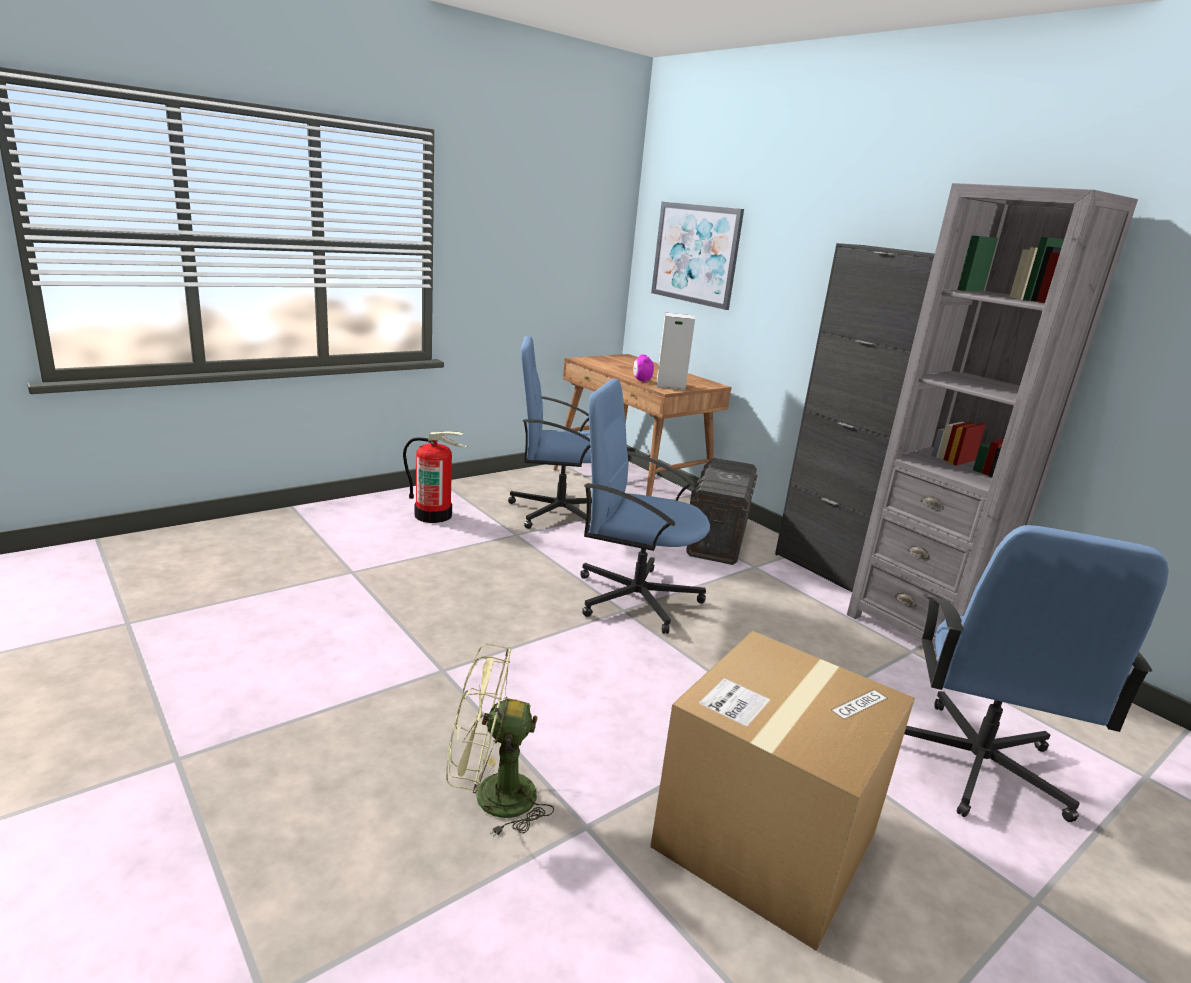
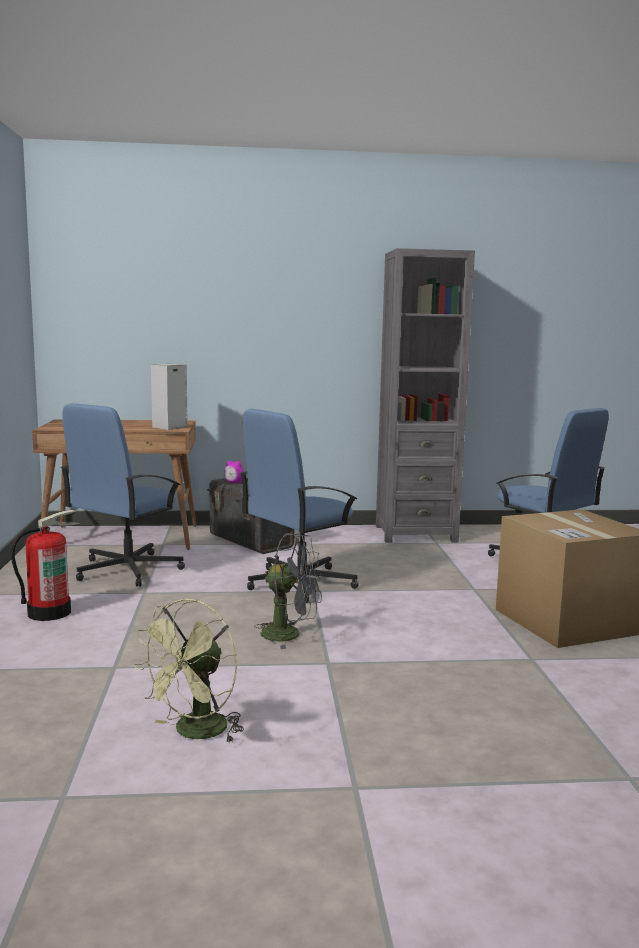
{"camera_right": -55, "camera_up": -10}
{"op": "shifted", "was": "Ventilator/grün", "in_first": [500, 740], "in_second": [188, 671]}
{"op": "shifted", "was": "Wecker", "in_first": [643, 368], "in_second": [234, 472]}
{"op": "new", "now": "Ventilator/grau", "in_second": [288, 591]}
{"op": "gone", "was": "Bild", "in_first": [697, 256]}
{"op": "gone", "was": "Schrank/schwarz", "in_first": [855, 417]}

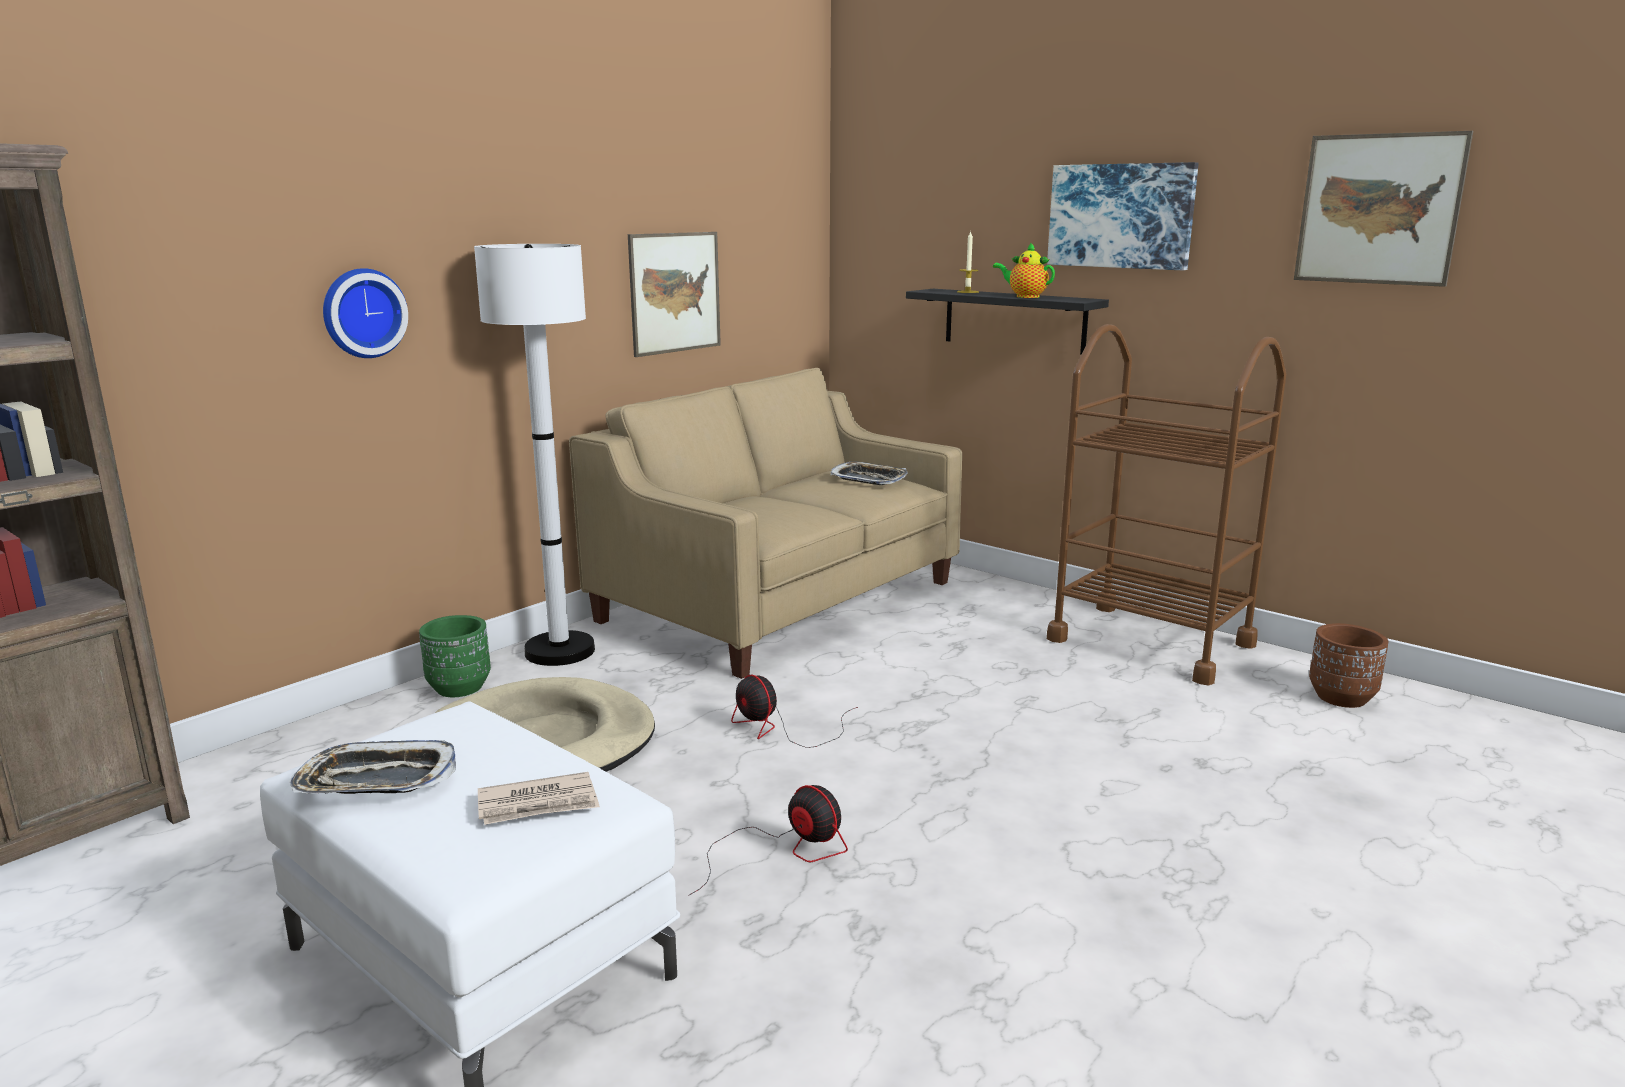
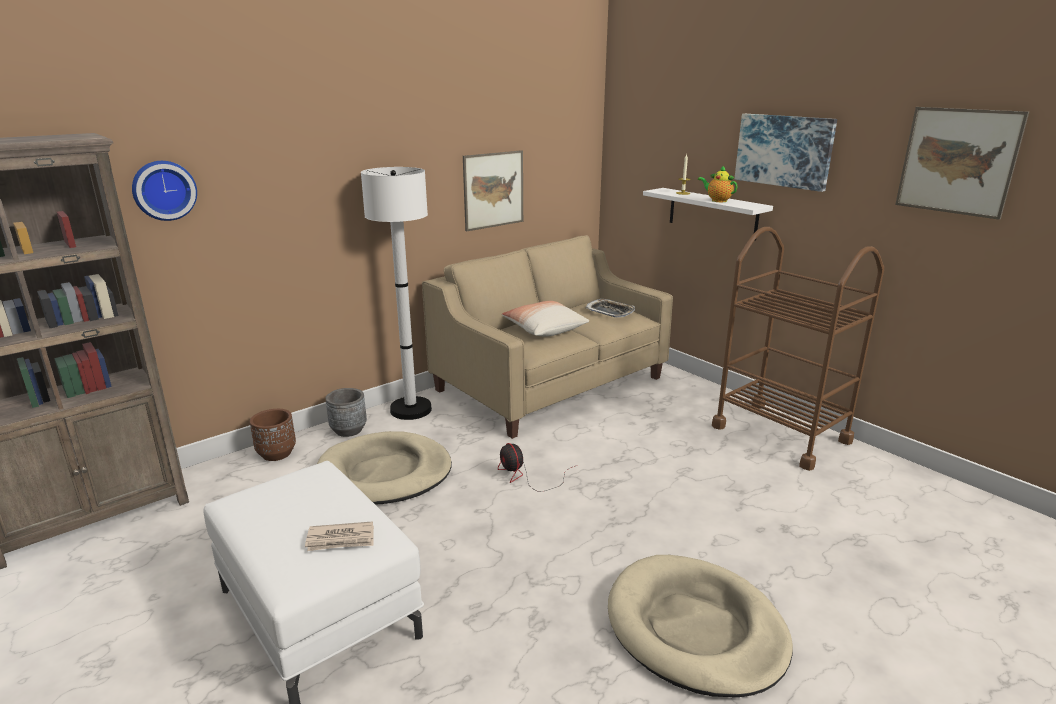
{"camera_right": 10, "camera_up": 5}
{"op": "shifted", "was": "Wanduhr", "in_first": [365, 313], "in_second": [164, 191]}
{"op": "shifted", "was": "Pflanzkübel/braun", "in_first": [1348, 665], "in_second": [273, 435]}
{"op": "repainted", "was": "Pflanzkübel/grün", "now": "Pflanzkübel/grau", "in_first": [455, 656], "in_second": [346, 412]}
{"op": "new", "now": "Kissen", "in_second": [545, 319]}
{"op": "new", "now": "Hundebett/beige", "in_second": [700, 626]}
{"op": "repainted", "was": "Wandregal/schwarz", "now": "Wandregal/weiß", "in_first": [1007, 321], "in_second": [708, 214]}
{"op": "gone", "was": "Tablett", "in_first": [372, 767]}
{"op": "gone", "was": "Ventilator", "in_first": [768, 840]}

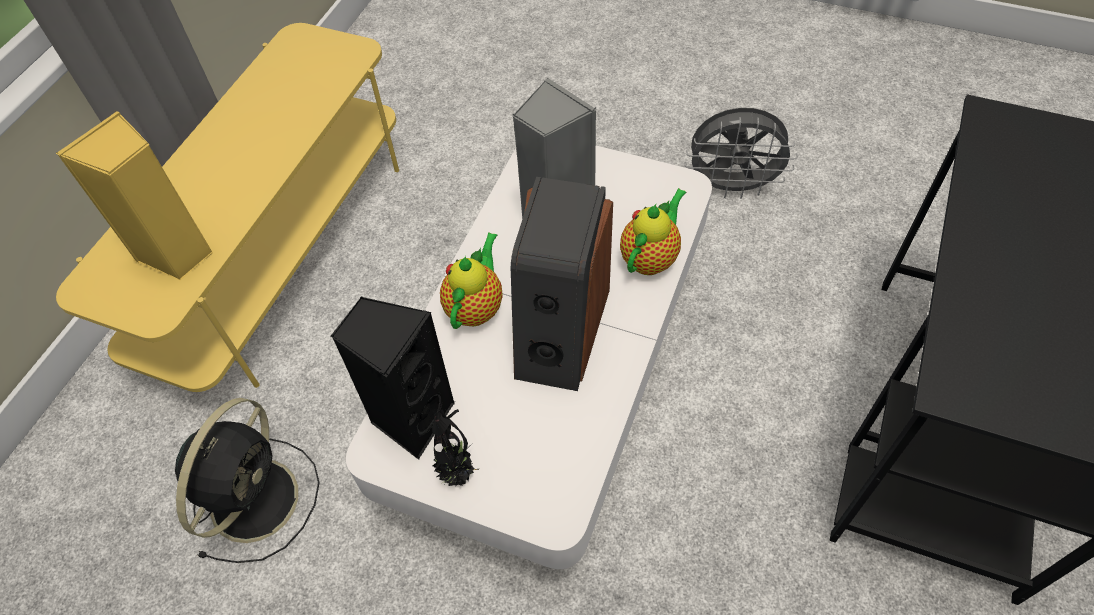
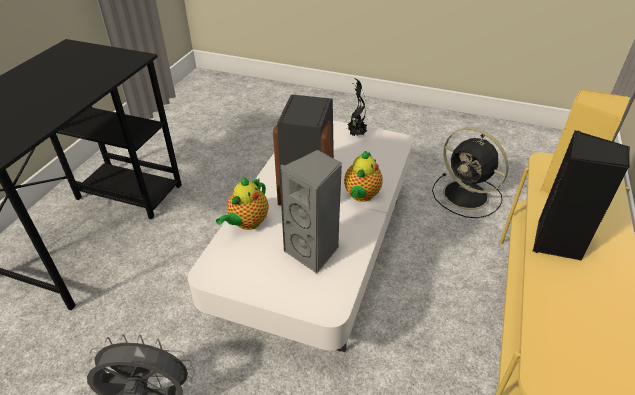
{"camera_right": 175, "camera_up": -15}
{"op": "rotated", "was": "Ventilator/schwarz", "in_first": [247, 480], "in_second": [470, 172], "clockwise": -60}
{"op": "shifted", "was": "Lautsprecher/schwarz", "in_first": [393, 378], "in_second": [581, 195]}

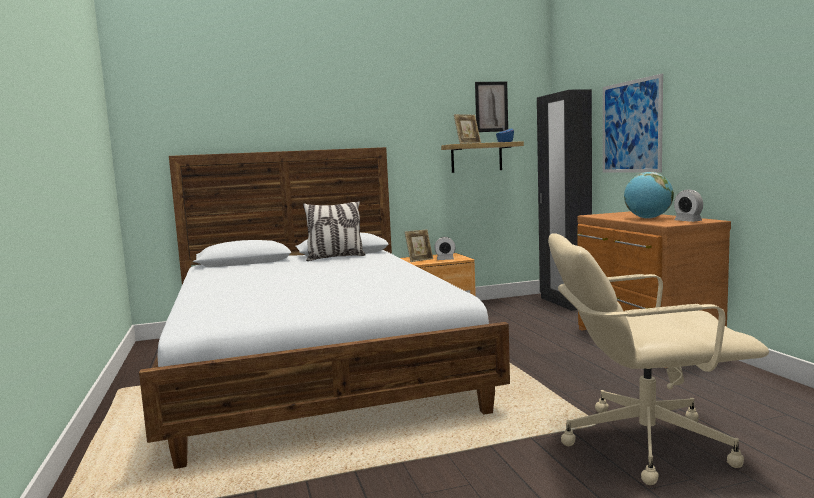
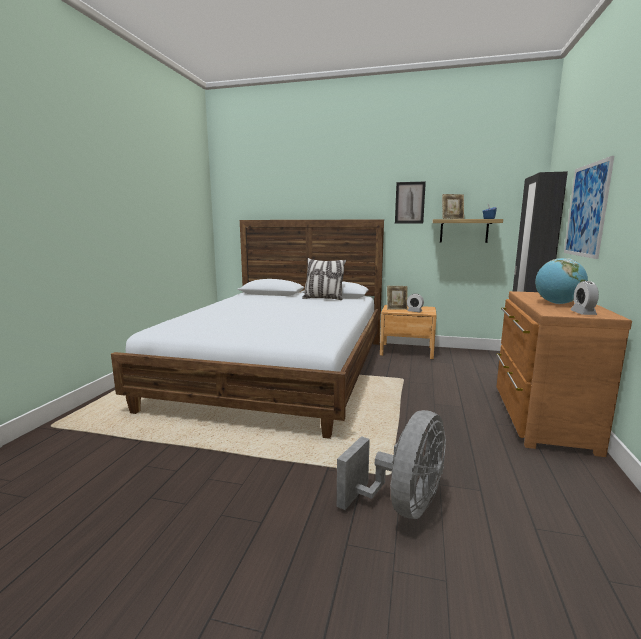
{"camera_right": 30, "camera_up": 5}
{"op": "swapped", "was": "Bürostuhl/beige", "now": "Ventilator/grau", "in_first": [658, 359], "in_second": [391, 464]}
{"op": "shifted", "was": "Bild", "in_first": [491, 107], "in_second": [410, 202]}

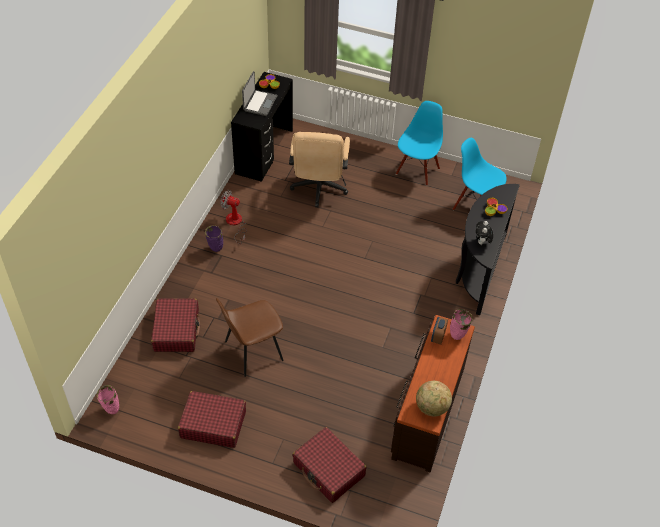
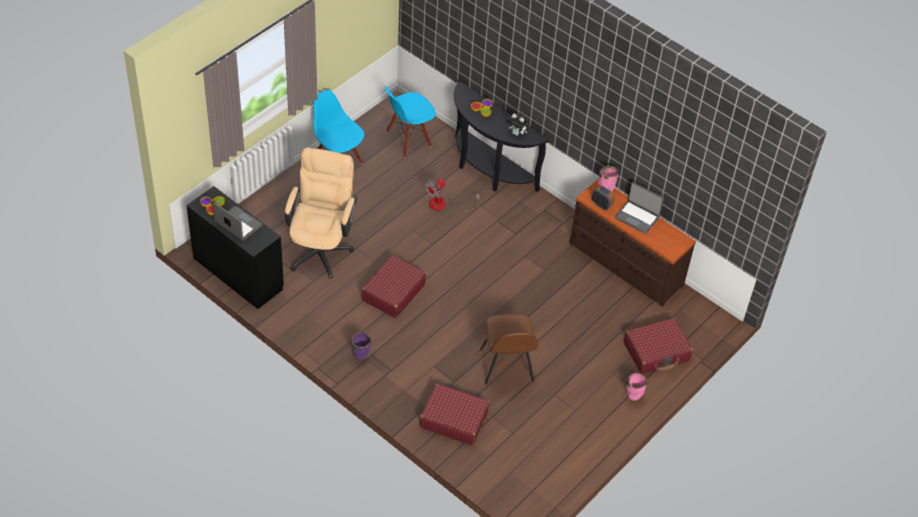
{"camera_right": -70, "camera_up": 0}
{"op": "rotated", "was": "Bürostuhl/beige", "in_first": [319, 169], "in_second": [321, 213], "clockwise": -105}
{"op": "shifted", "was": "Koffer/rot", "in_first": [212, 419], "in_second": [394, 286]}
{"op": "shifted", "was": "Ventilator", "in_first": [233, 217], "in_second": [452, 195]}
{"op": "new", "now": "Laptop", "in_second": [639, 208]}
{"op": "shifted", "was": "Vase/rosa", "in_first": [108, 399], "in_second": [637, 387]}
{"op": "gone", "was": "Globus", "in_first": [434, 398]}

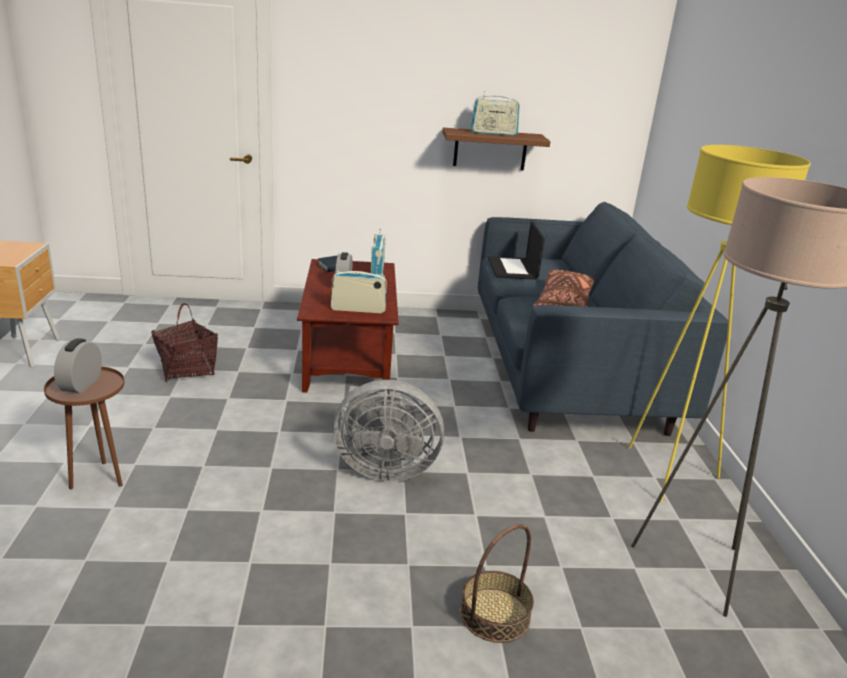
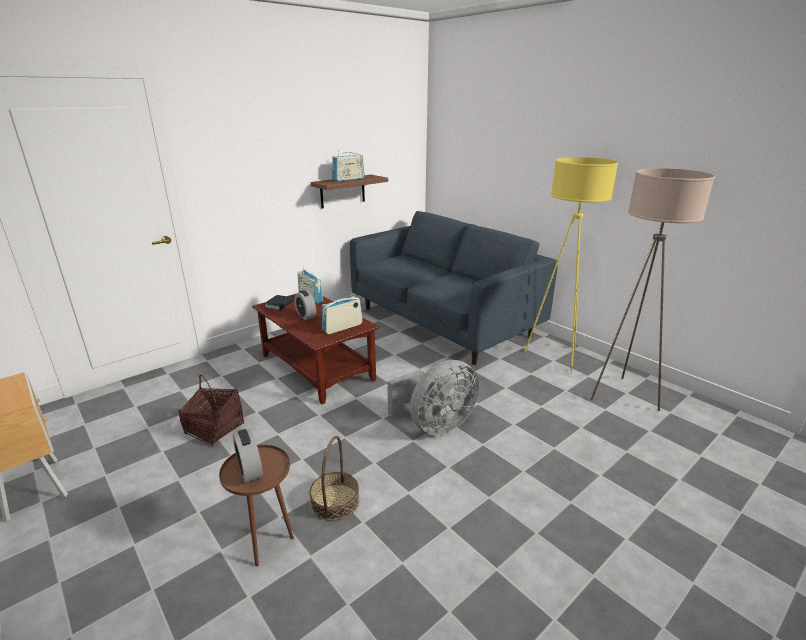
{"camera_right": -35, "camera_up": 0}
{"op": "shifted", "was": "Korb", "in_first": [497, 583], "in_second": [334, 478]}
{"op": "gone", "was": "Laptop", "in_first": [516, 250]}
{"op": "gone", "was": "Kissen/braun", "in_first": [563, 288]}

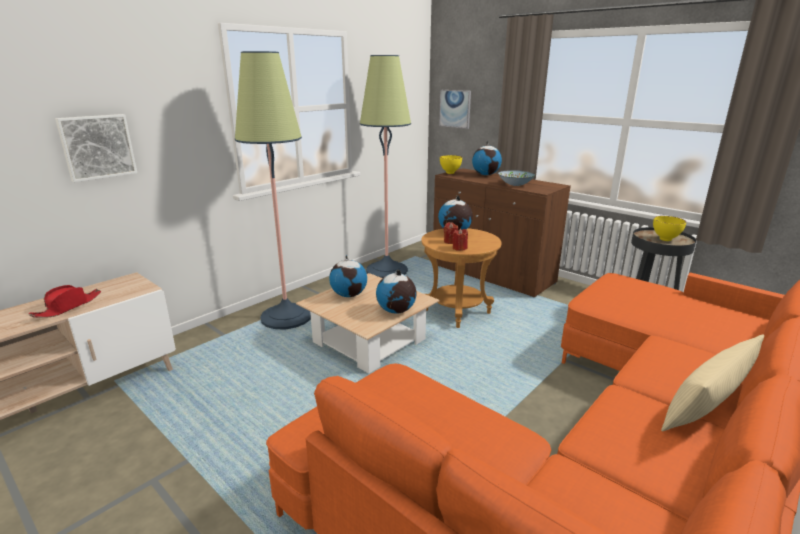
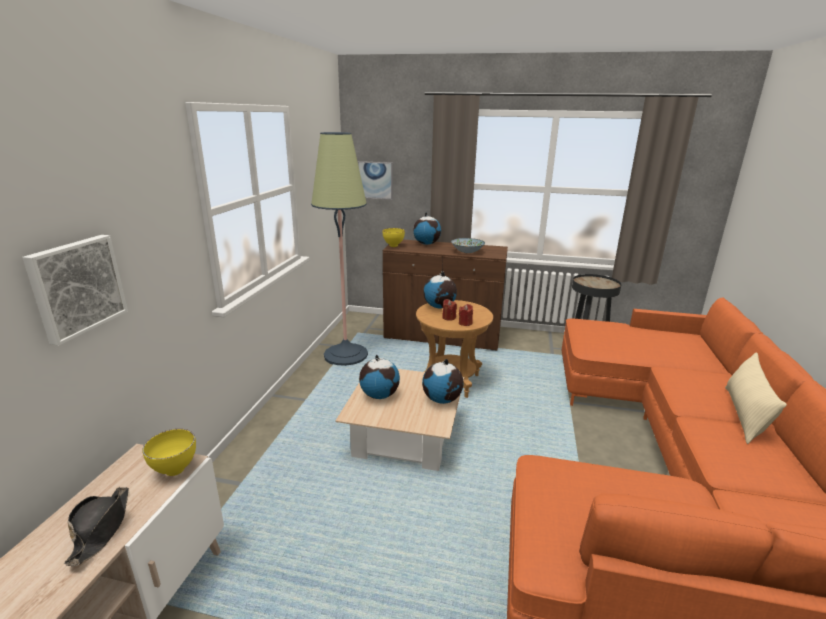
{"camera_right": -30, "camera_up": 0}
{"op": "repainted", "was": "Hut/rot", "now": "Hut/schwarz", "in_first": [64, 301], "in_second": [96, 526]}
{"op": "shifted", "was": "Schüssel/gelb", "in_first": [669, 228], "in_second": [169, 452]}
{"op": "gone", "was": "Stehlampe", "in_first": [273, 190]}

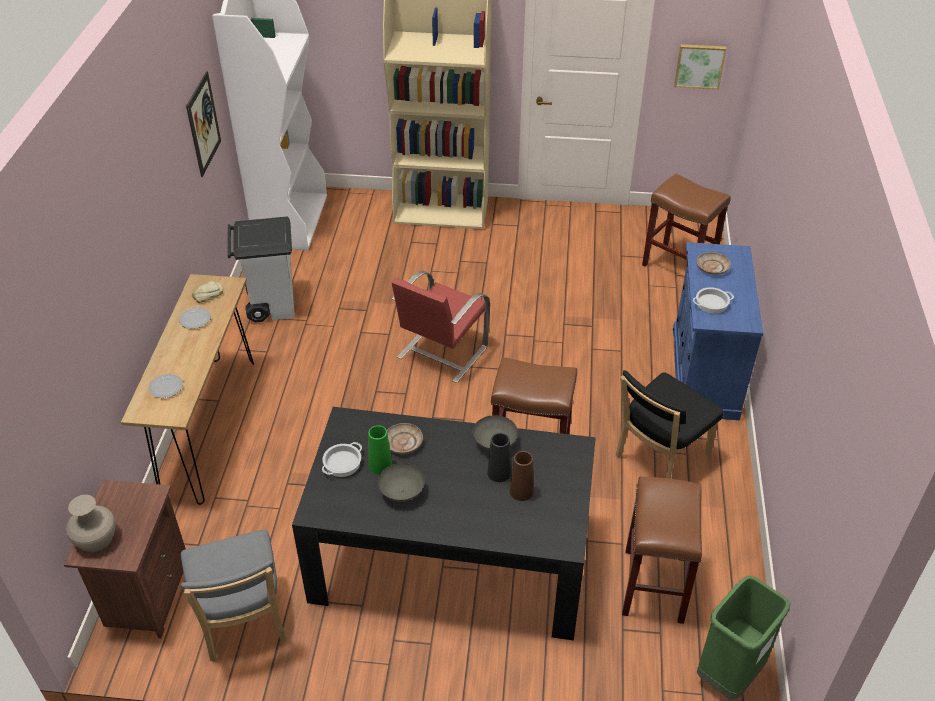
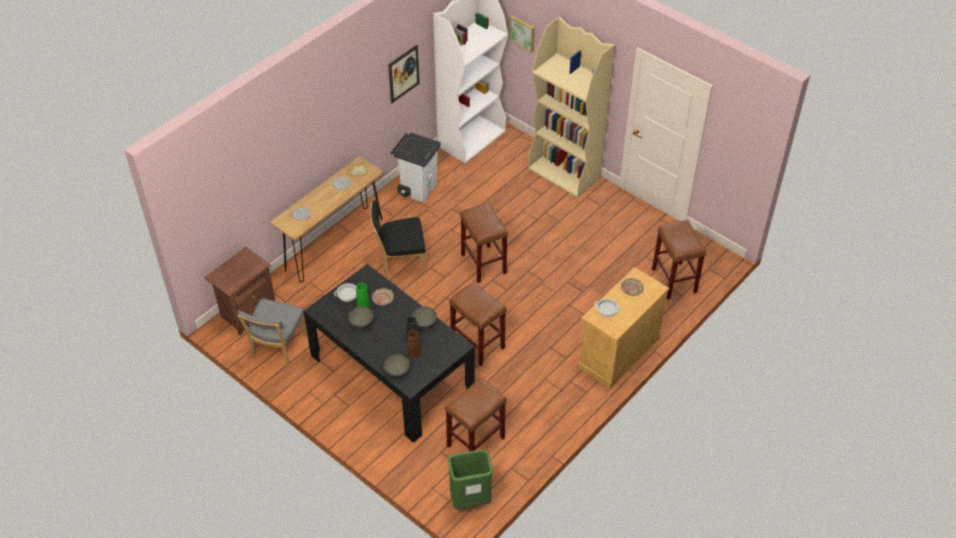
{"camera_right": 35, "camera_up": 5}
{"op": "shifted", "was": "Stuhl/schwarz", "in_first": [669, 424], "in_second": [398, 239]}
{"op": "new", "now": "Schüssel/grau", "in_second": [396, 365]}
{"op": "swapped", "was": "Stuhl/rot", "now": "Hocker/braun", "in_first": [441, 327], "in_second": [484, 243]}
{"op": "shifted", "was": "Bild", "in_first": [700, 67], "in_second": [522, 34]}
{"op": "repainted", "was": "Schrank/blau", "now": "Schrank/beige", "in_first": [718, 331], "in_second": [623, 328]}
{"op": "gone", "was": "Vase/beige", "in_first": [91, 523]}

